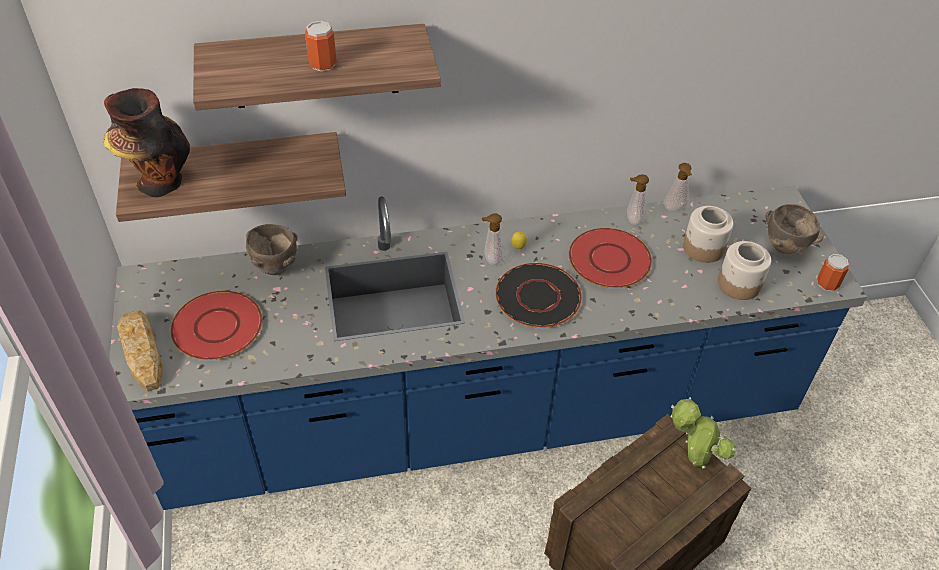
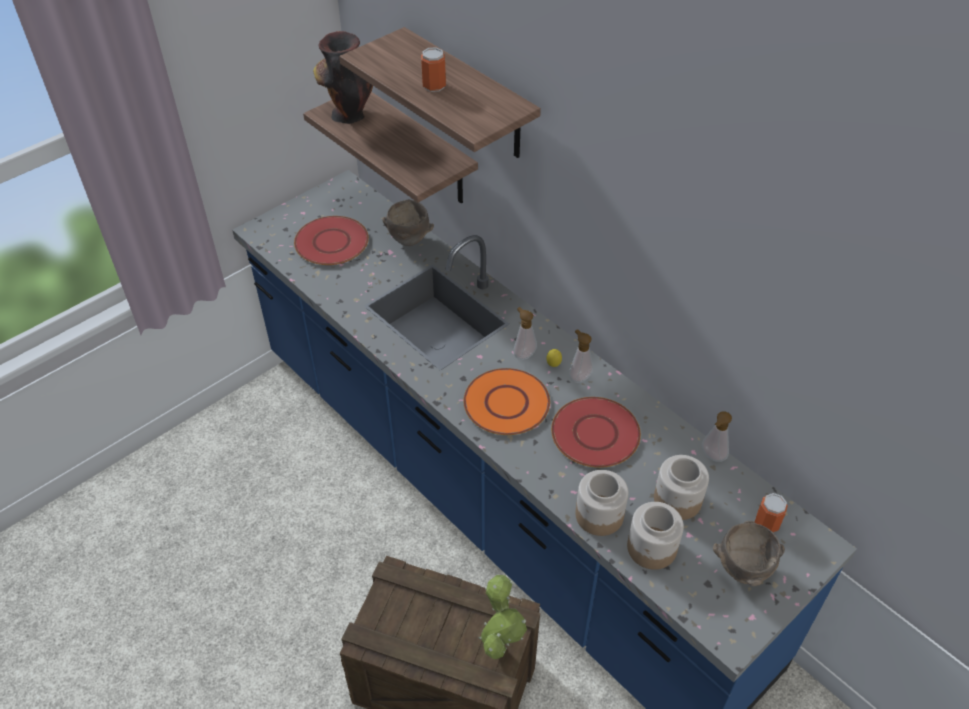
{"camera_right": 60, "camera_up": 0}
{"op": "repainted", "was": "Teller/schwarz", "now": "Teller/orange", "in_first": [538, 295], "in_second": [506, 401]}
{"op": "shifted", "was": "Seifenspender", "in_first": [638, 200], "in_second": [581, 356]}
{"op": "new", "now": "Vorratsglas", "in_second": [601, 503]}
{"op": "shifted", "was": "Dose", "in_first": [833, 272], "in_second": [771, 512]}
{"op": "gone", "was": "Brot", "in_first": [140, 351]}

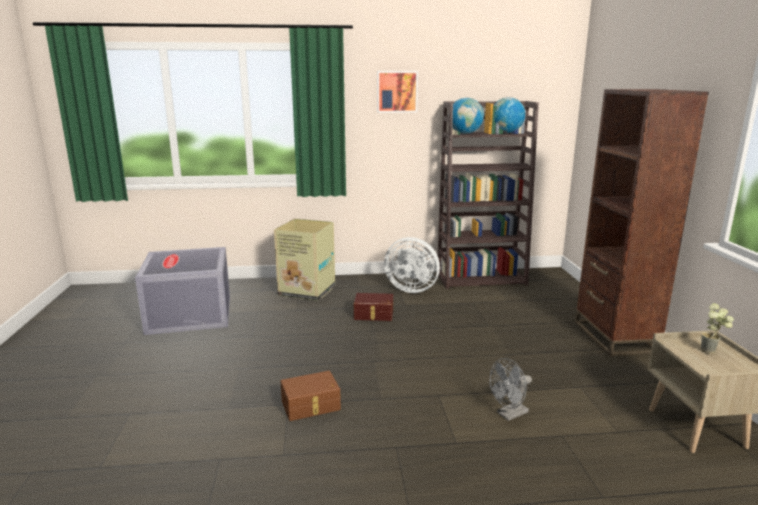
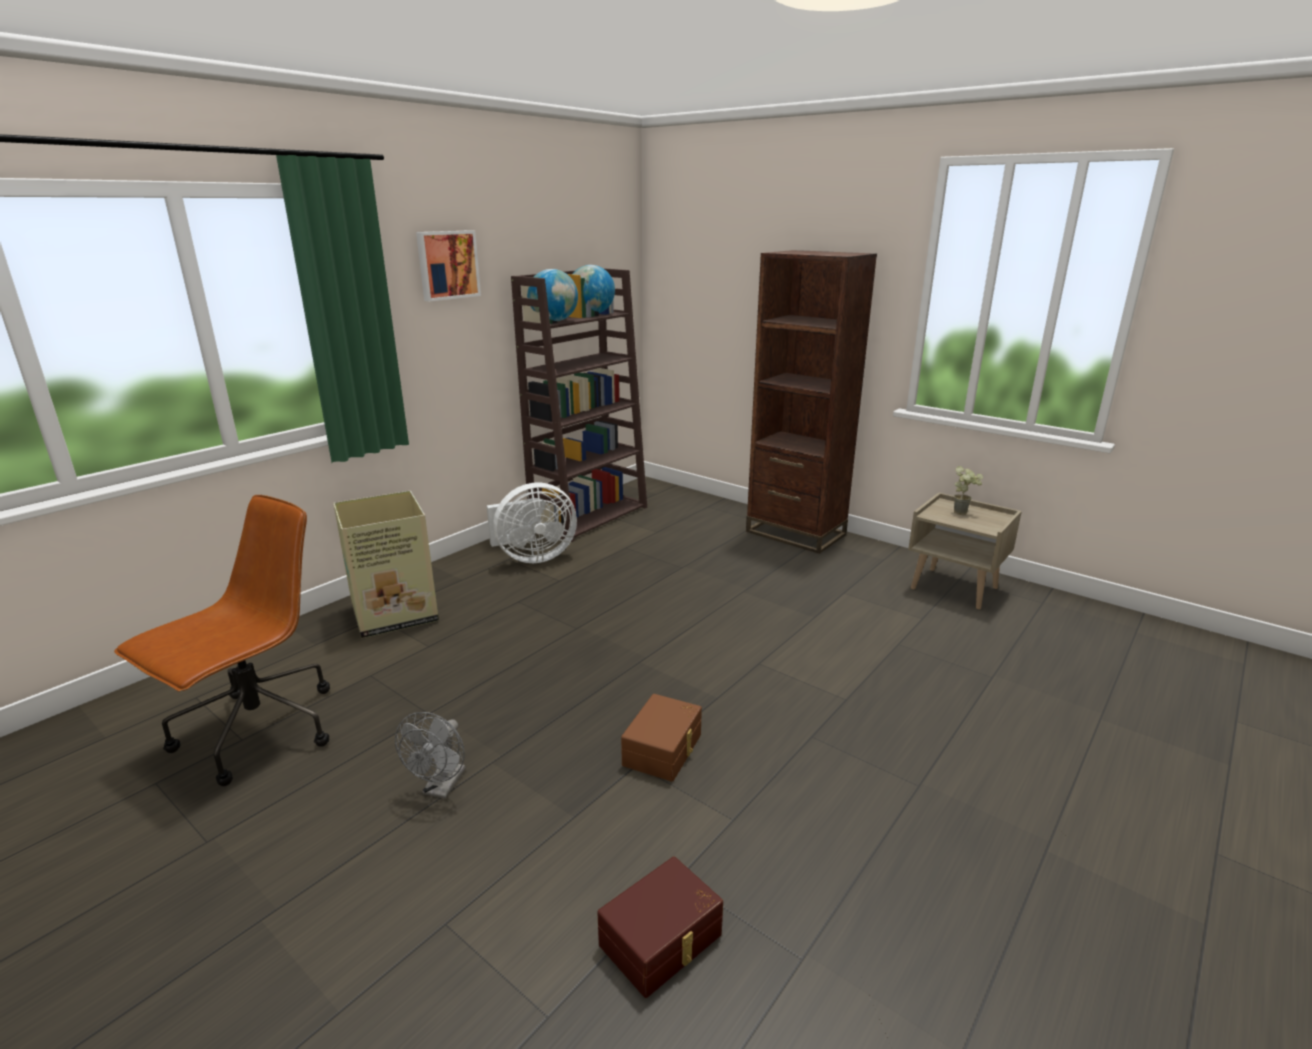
{"camera_right": -45, "camera_up": 5}
{"op": "swapped", "was": "Aufbewahrungsbox/grau", "now": "Bürostuhl/braun", "in_first": [182, 291], "in_second": [222, 640]}
{"op": "shifted", "was": "Ventilator/grau", "in_first": [510, 389], "in_second": [430, 755]}
{"op": "shifted", "was": "Aufbewahrungsbox/braun", "in_first": [373, 307], "in_second": [660, 927]}

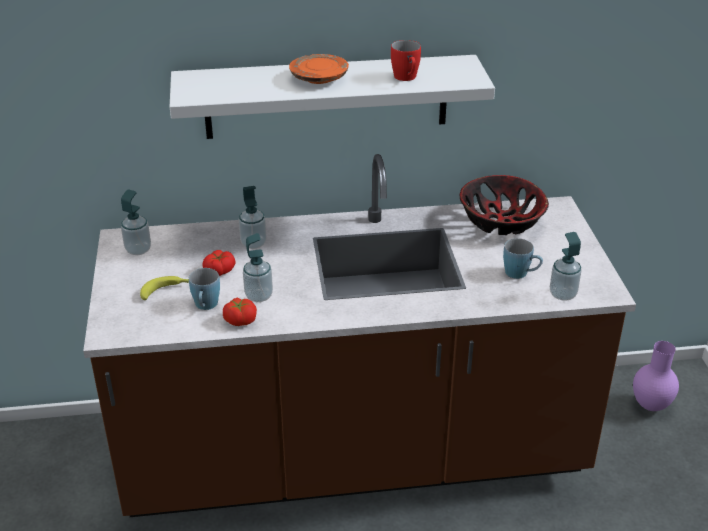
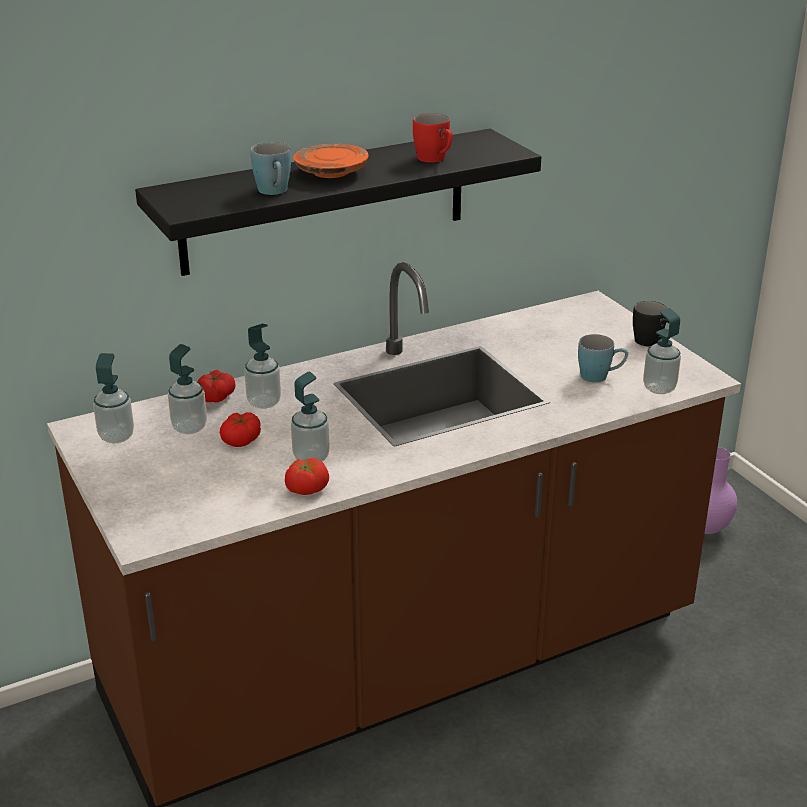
{"camera_right": -20, "camera_up": -5}
{"op": "repainted", "was": "Wandregal/weiß", "now": "Wandregal/schwarz", "in_first": [332, 97], "in_second": [338, 202]}
{"op": "new", "now": "Seifenspender", "in_second": [187, 389]}
{"op": "new", "now": "Tomate", "in_second": [216, 386]}
{"op": "shifted", "was": "Henkelbecher/blau", "in_first": [204, 289], "in_second": [271, 168]}
{"op": "new", "now": "Henkelbecher/schwarz", "in_second": [651, 323]}
{"op": "gone", "was": "Banane", "in_first": [164, 288]}
{"op": "gone", "was": "Schüssel", "in_first": [504, 205]}

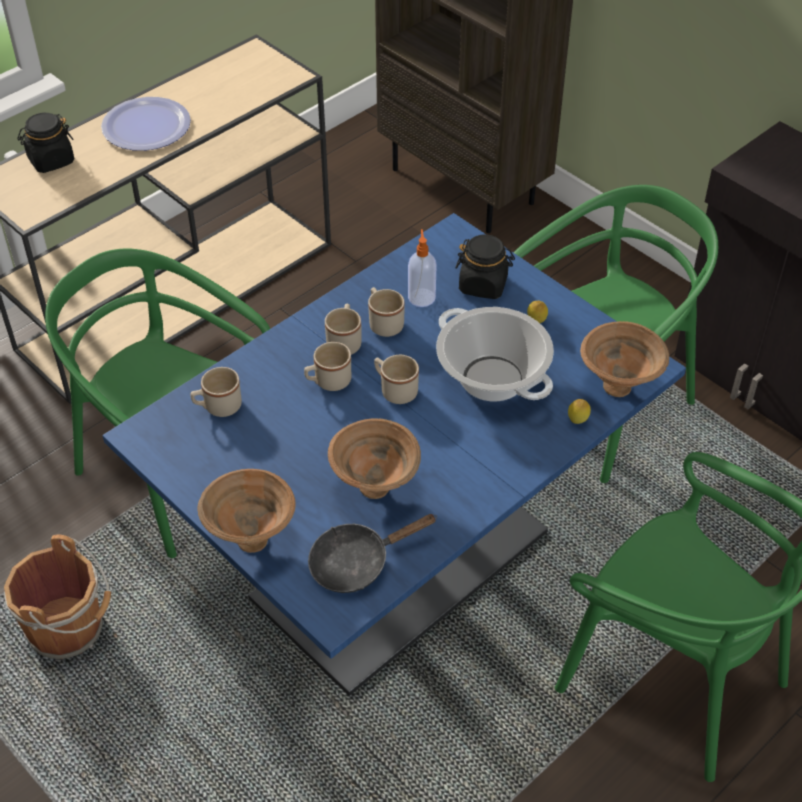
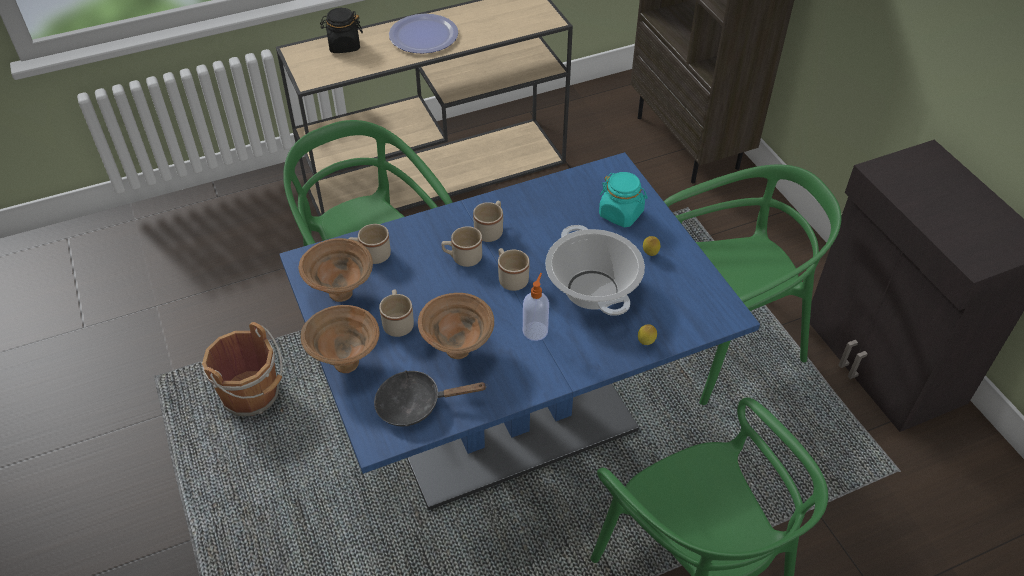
{"camera_right": 20, "camera_up": 0}
{"op": "shifted", "was": "Schüssel/braun", "in_first": [624, 359], "in_second": [336, 270]}
{"op": "shifted", "was": "Henkelbecher/beige", "in_first": [386, 312], "in_second": [396, 313]}
{"op": "shifted", "was": "Seifenspender", "in_first": [422, 268], "in_second": [536, 307]}
{"op": "repainted", "was": "Vorratsglas/schwarz", "now": "Vorratsglas/türkis", "in_first": [485, 266], "in_second": [623, 199]}

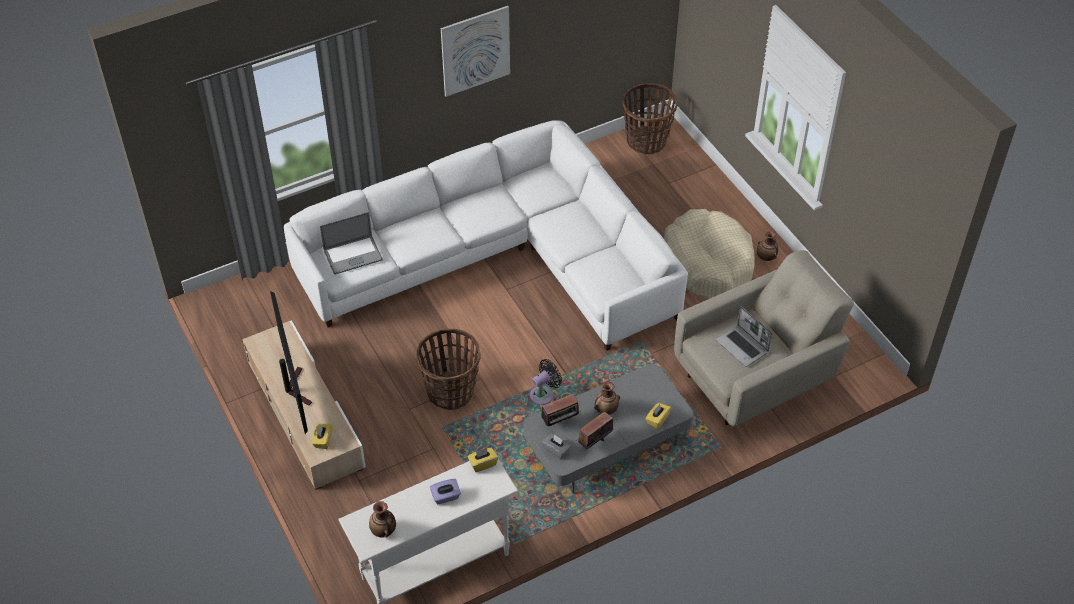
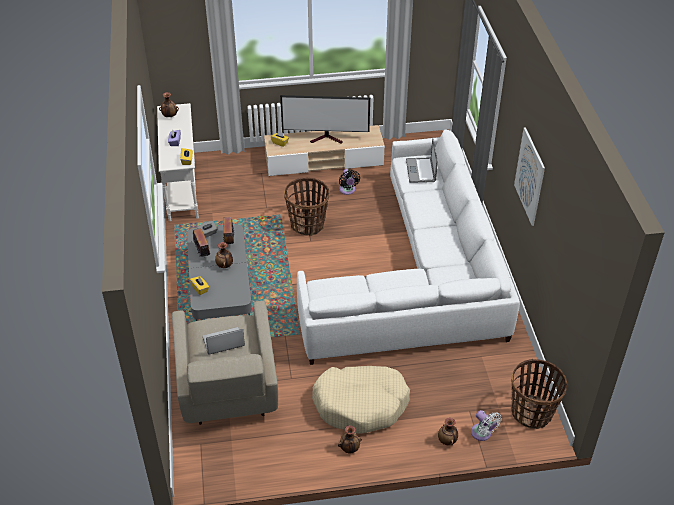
{"camera_right": 110, "camera_up": -5}
{"op": "shifted", "was": "Ventilator/schwarz", "in_first": [546, 382], "in_second": [349, 182]}
{"op": "new", "now": "Vase", "in_second": [448, 431]}
{"op": "new", "now": "Ventilator/weiß", "in_second": [486, 425]}

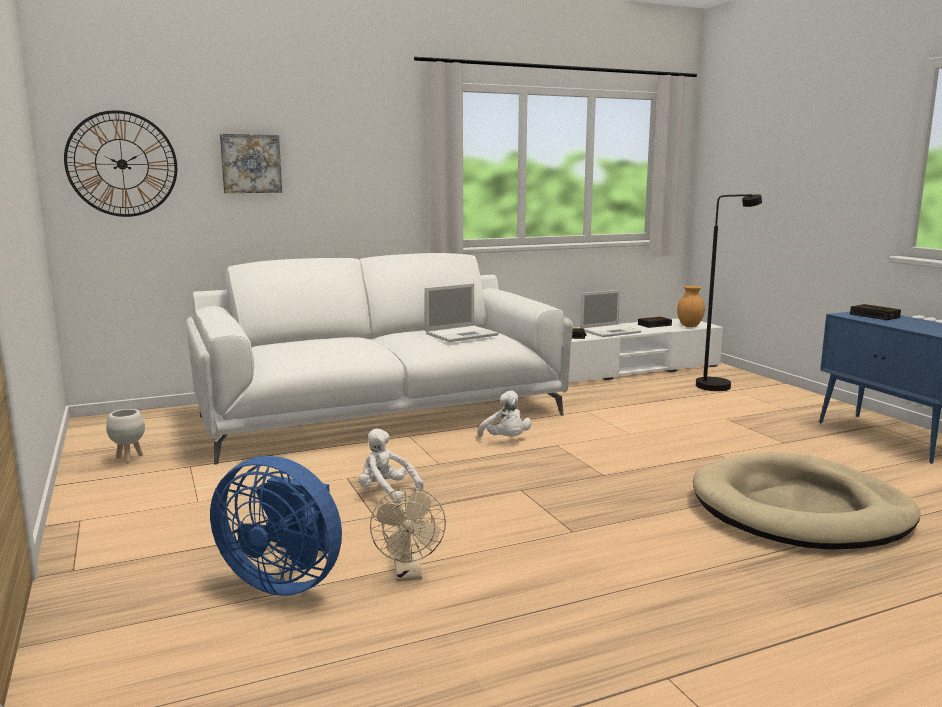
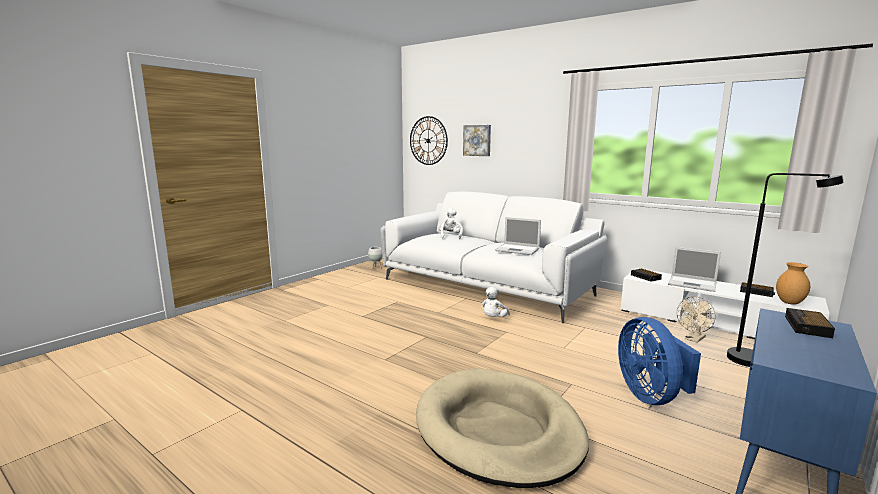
{"camera_right": 60, "camera_up": 0}
{"op": "shifted", "was": "Plüschtier/weiß", "in_first": [391, 466], "in_second": [450, 223]}
{"op": "shifted", "was": "Ventilator/blau", "in_first": [276, 526], "in_second": [659, 361]}
{"op": "shifted", "was": "Ventilator/beige", "in_first": [408, 534], "in_second": [696, 319]}

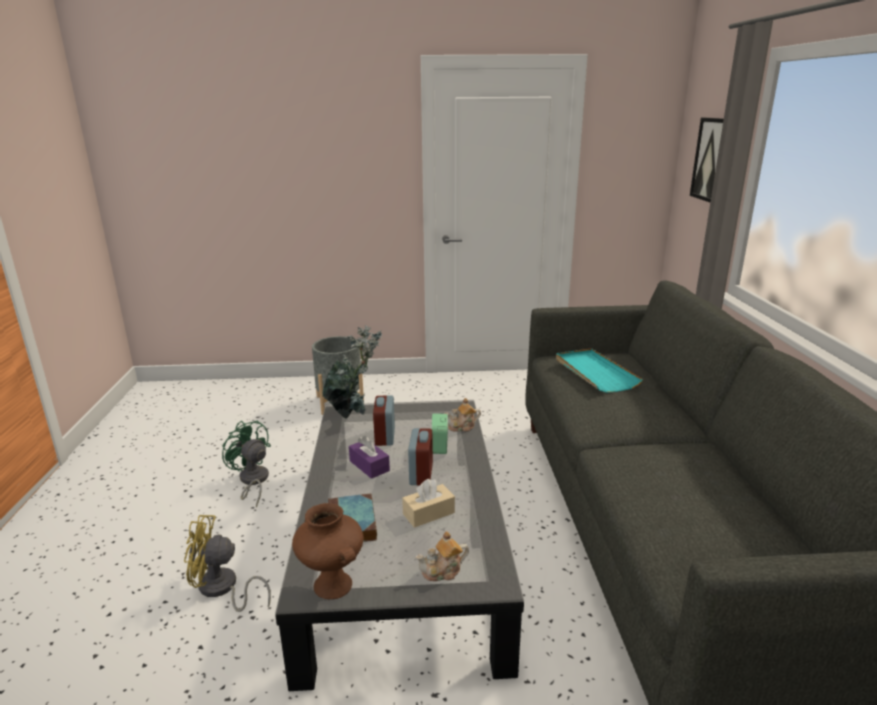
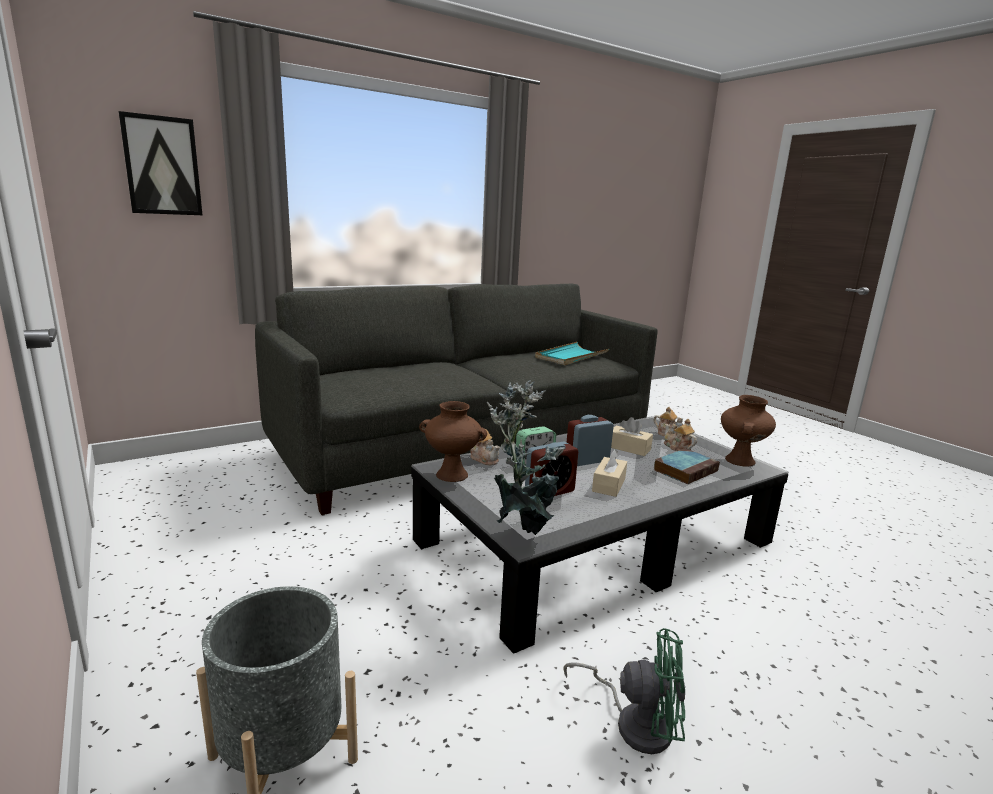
{"camera_right": -120, "camera_up": -5}
{"op": "new", "now": "Vase/braun", "in_second": [453, 441]}
{"op": "shifted", "was": "Tablett/türkis", "in_first": [599, 370], "in_second": [572, 353]}
{"op": "rotated", "was": "Ventilator/grün", "in_first": [246, 464], "in_second": [624, 691], "clockwise": -90}
{"op": "repainted", "was": "Taschentuchbox/lila", "now": "Taschentuchbox/beige", "in_first": [369, 457], "in_second": [609, 473]}
{"op": "new", "now": "Teekanne", "in_second": [680, 435]}
{"op": "gone", "was": "Ventilator/gelb", "in_first": [227, 563]}

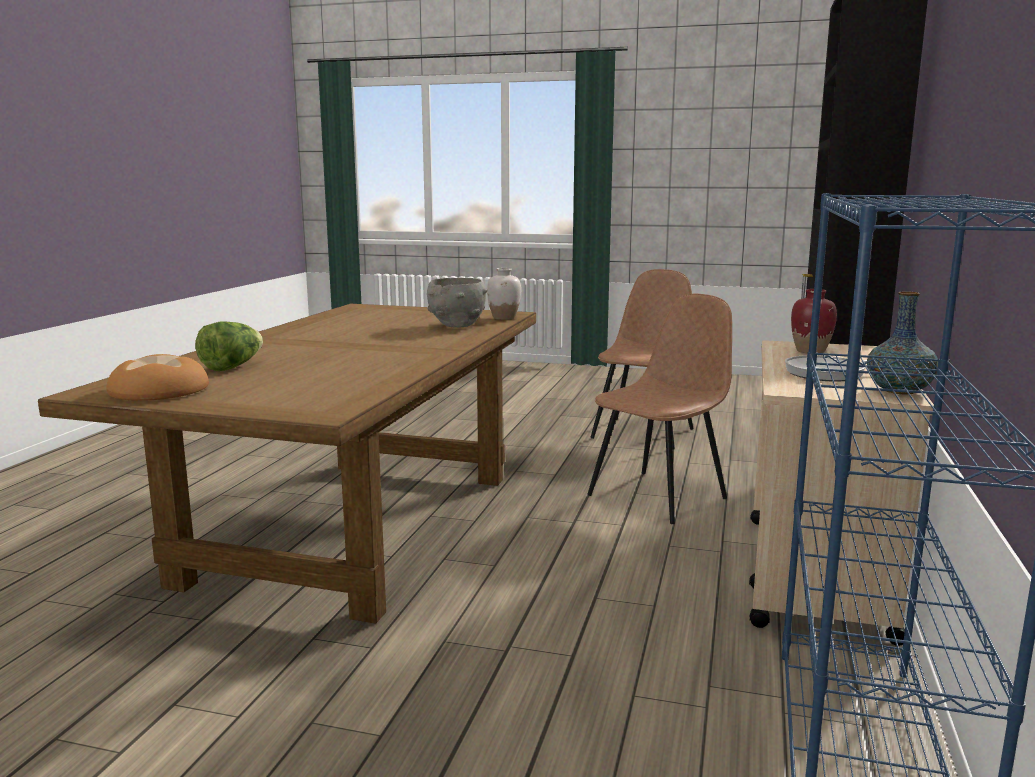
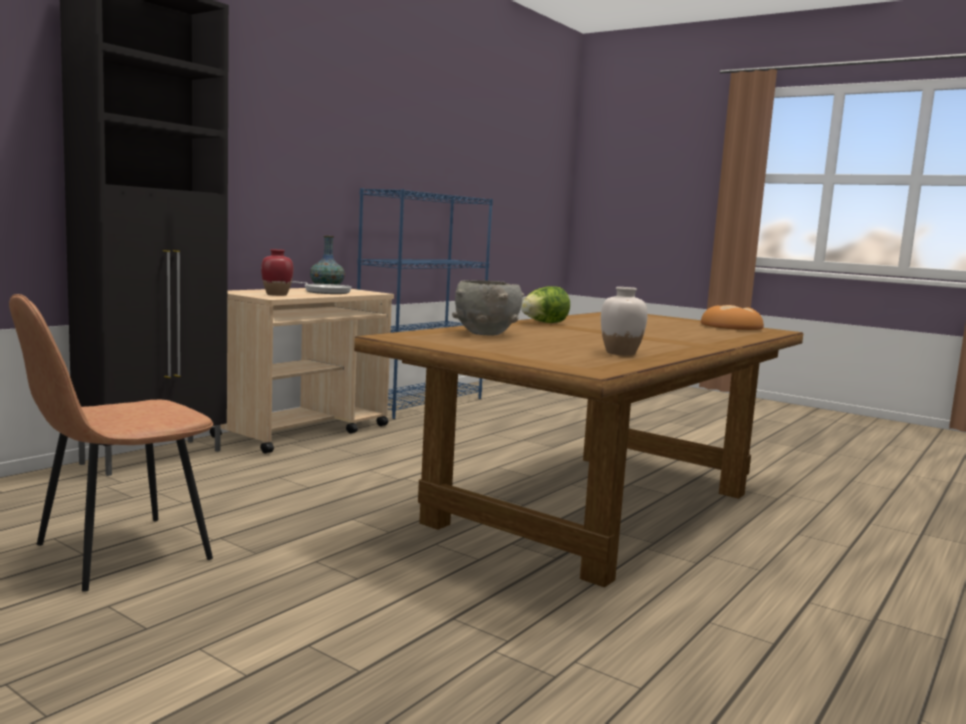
{"camera_right": -160, "camera_up": -5}
{"op": "shifted", "was": "Salatkopf", "in_first": [229, 346], "in_second": [545, 304]}
{"op": "shifted", "was": "Vase/weiß", "in_first": [504, 294], "in_second": [624, 321]}
{"op": "gone", "was": "Stuhl/braun", "in_first": [659, 408]}

